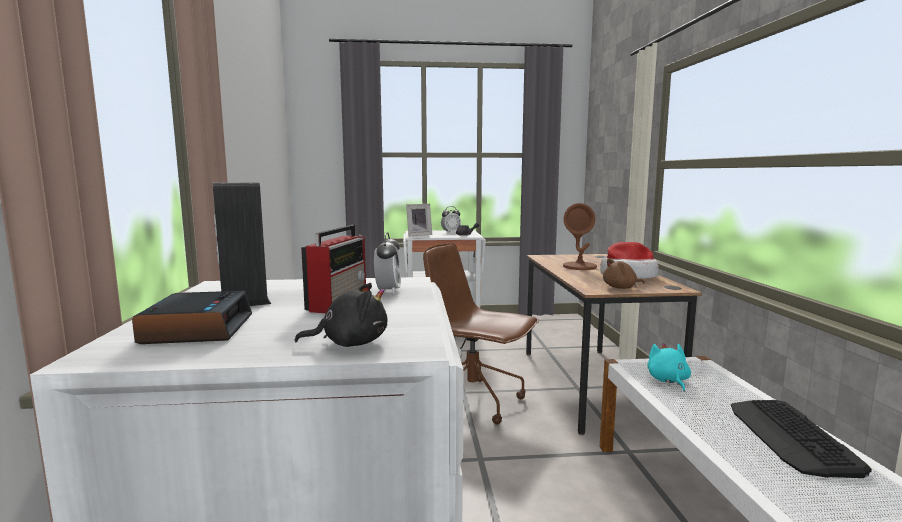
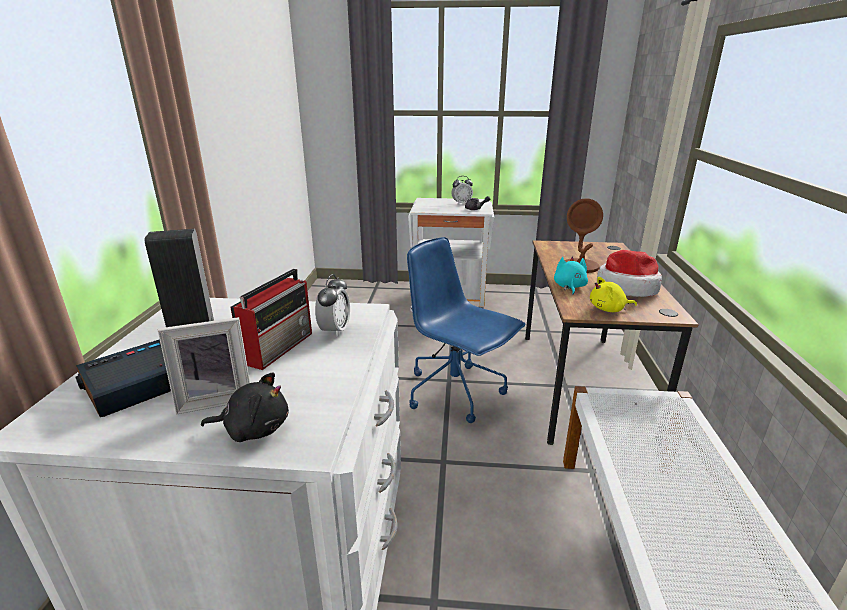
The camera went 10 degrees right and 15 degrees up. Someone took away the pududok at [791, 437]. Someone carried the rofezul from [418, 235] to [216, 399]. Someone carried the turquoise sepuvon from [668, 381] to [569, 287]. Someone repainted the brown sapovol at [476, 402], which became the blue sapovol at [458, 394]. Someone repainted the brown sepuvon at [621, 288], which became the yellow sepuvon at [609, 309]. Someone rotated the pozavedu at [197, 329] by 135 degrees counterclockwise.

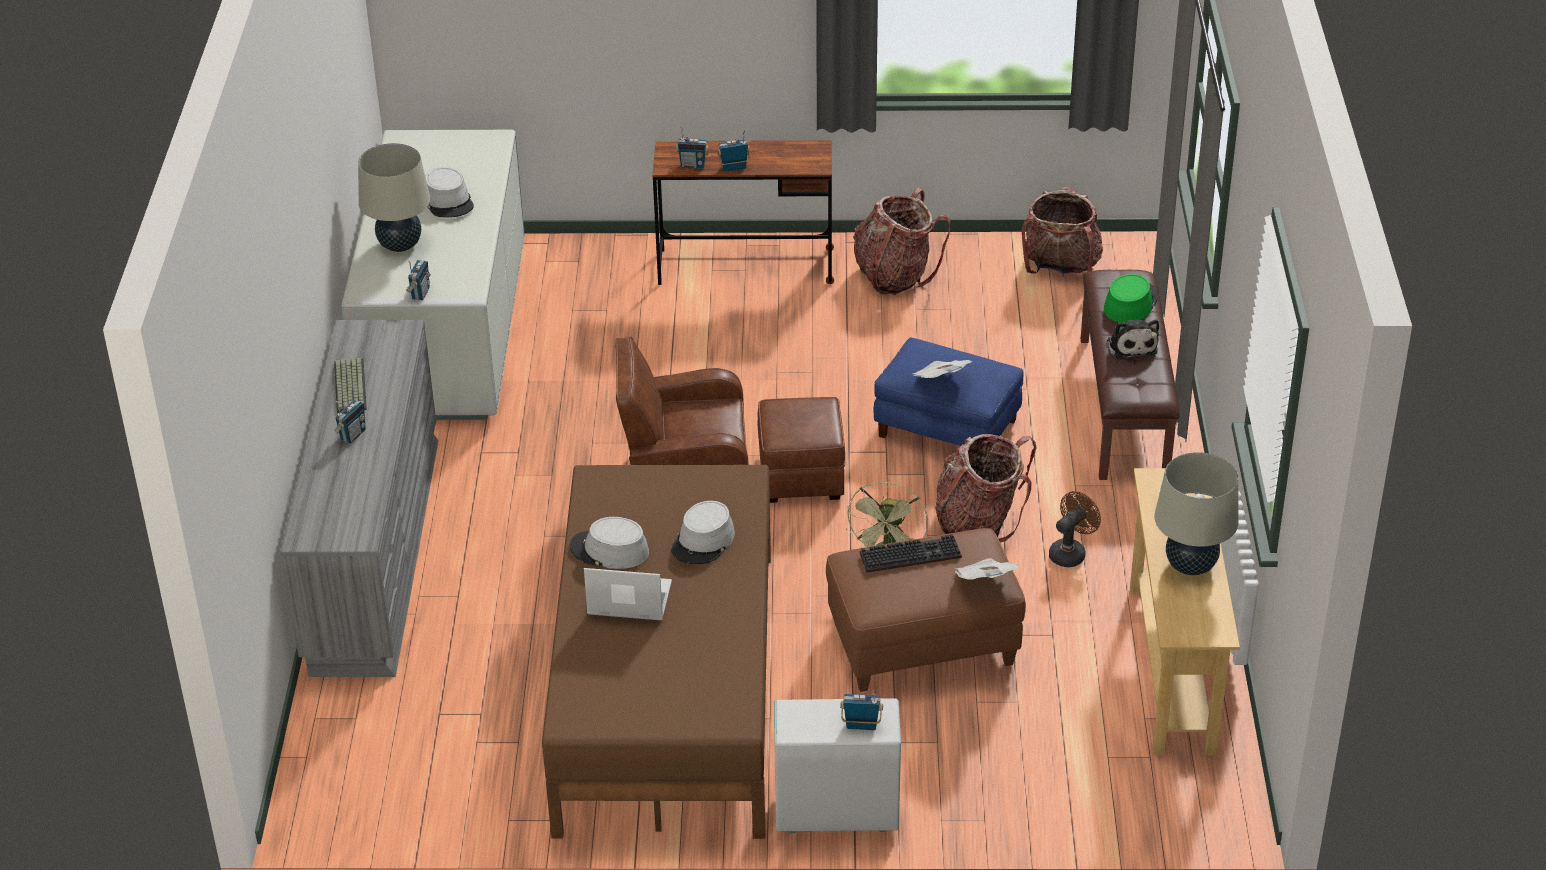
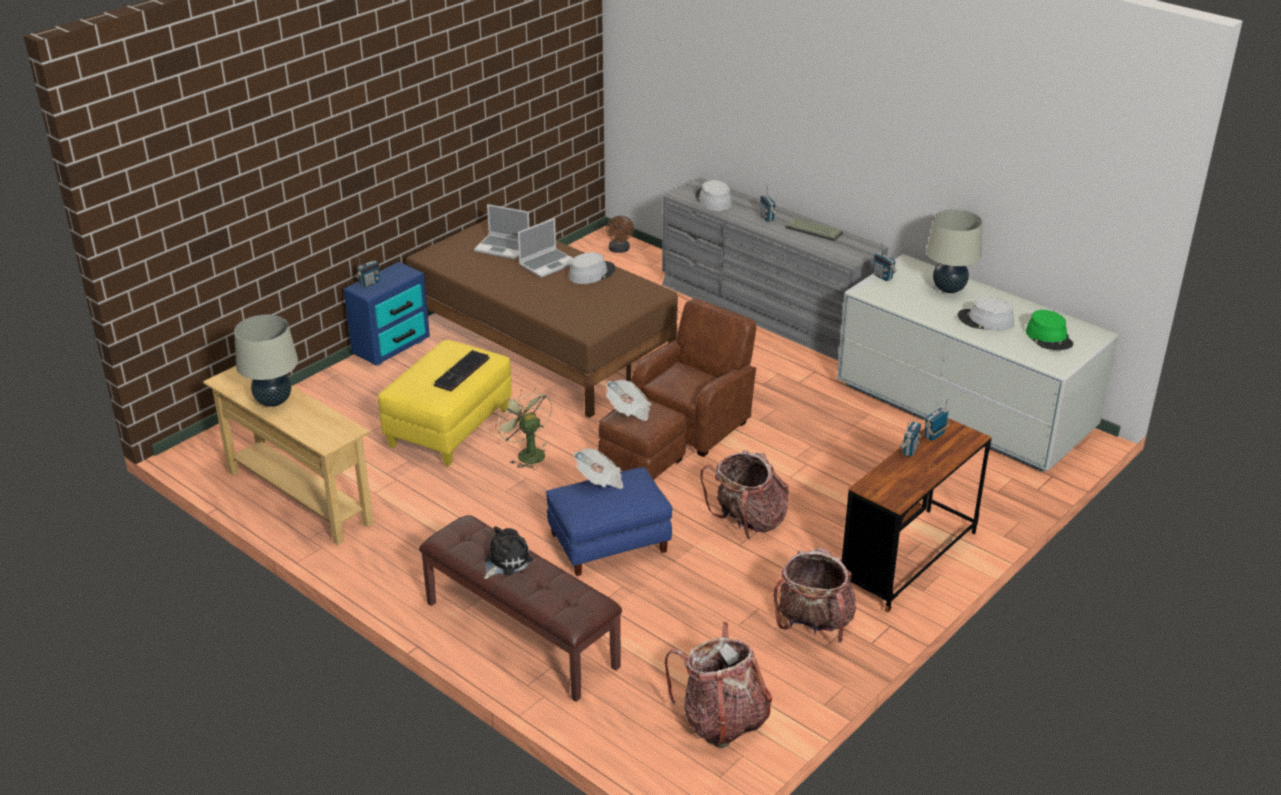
The camera went 130 degrees right and 5 degrees down. Someone put down the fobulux at [503, 248]. Someone carried the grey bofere from [703, 542] to [713, 200]. Someone carried the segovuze from [979, 522] to [748, 522]. Someone carried the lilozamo from [985, 582] to [629, 411]. Someone carried the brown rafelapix from [1070, 552] to [619, 250]. Someone carried the green bofere from [1130, 303] to [1049, 337]. Someone repainted the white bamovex at [836, 813], which became the blue bamovex at [392, 350]. Someone repainted the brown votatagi at [923, 644], which became the yellow votatagi at [449, 429]. Someone rotated the sepuvon at [1131, 345] by 105 degrees clockwise.

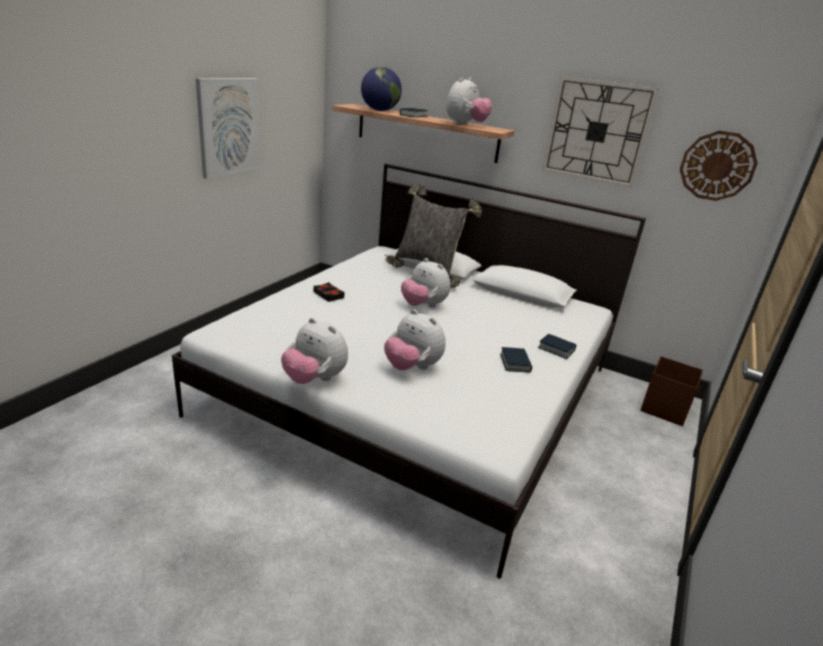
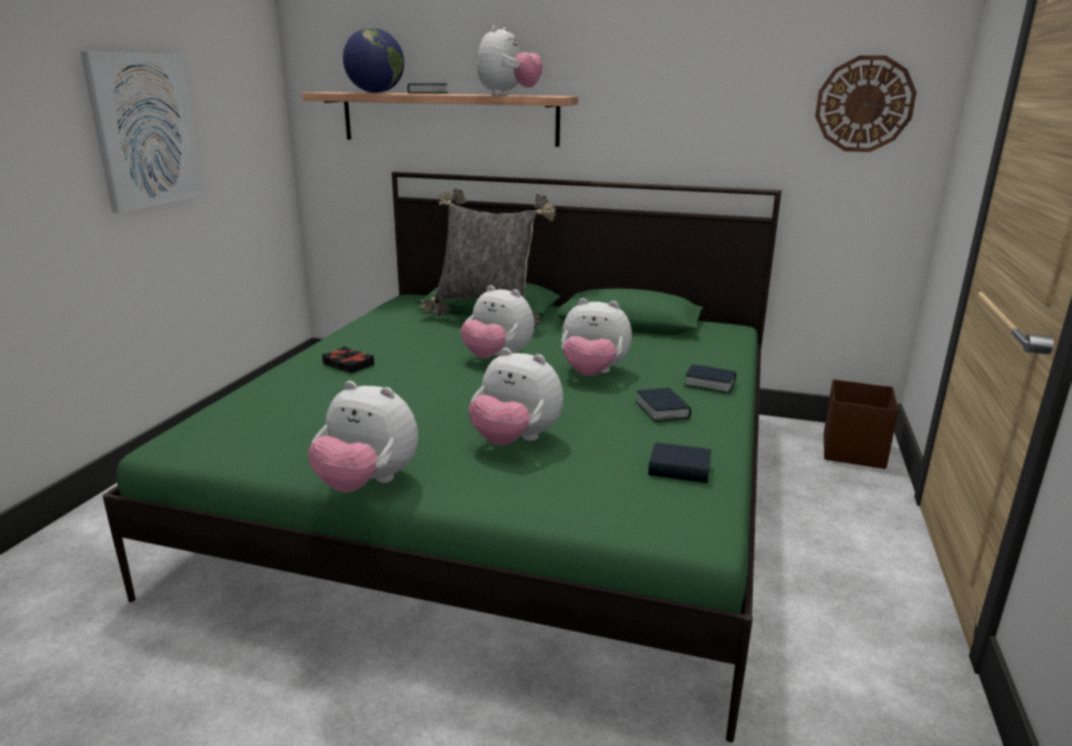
The camera went 10 degrees left and 5 degrees down. Someone took away the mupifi at [597, 131]. Someone put down the sepuvon at [593, 374]. Someone put down the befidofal at [679, 469]. Someone repainted the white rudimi at [417, 390], which became the green rudimi at [508, 489].

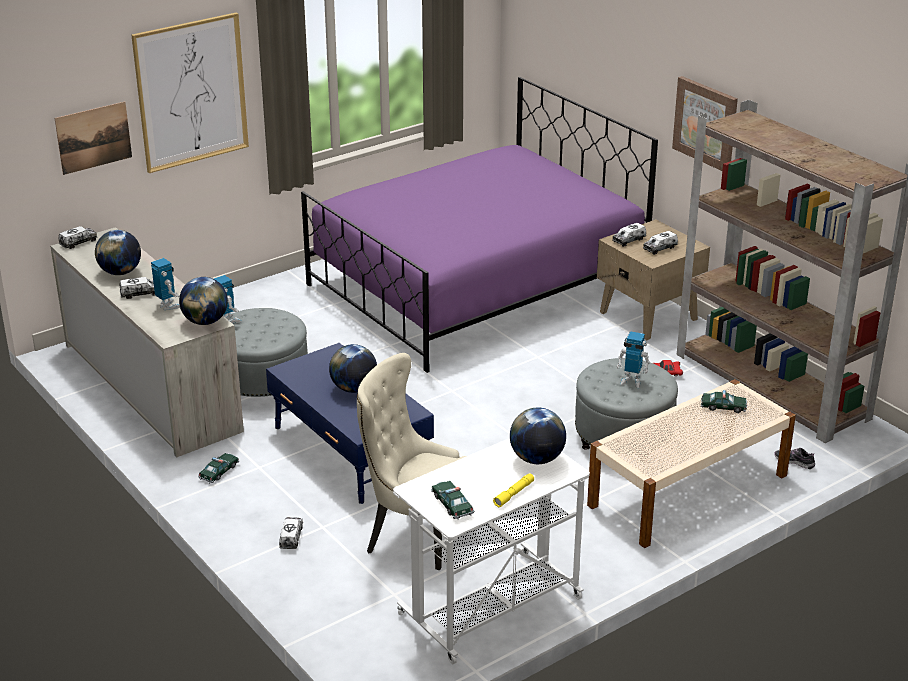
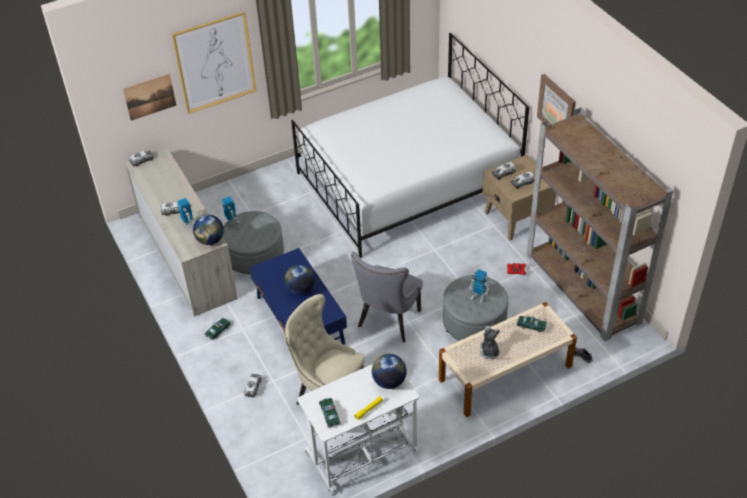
The camera went 10 degrees right and 15 degrees up. Someone took away the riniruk at [120, 272]. Someone put down the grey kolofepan at [389, 320]. Someone put down the sepuvon at [489, 351]. Someone repainted the purple rudimi at [477, 286], which became the white rudimi at [408, 182].

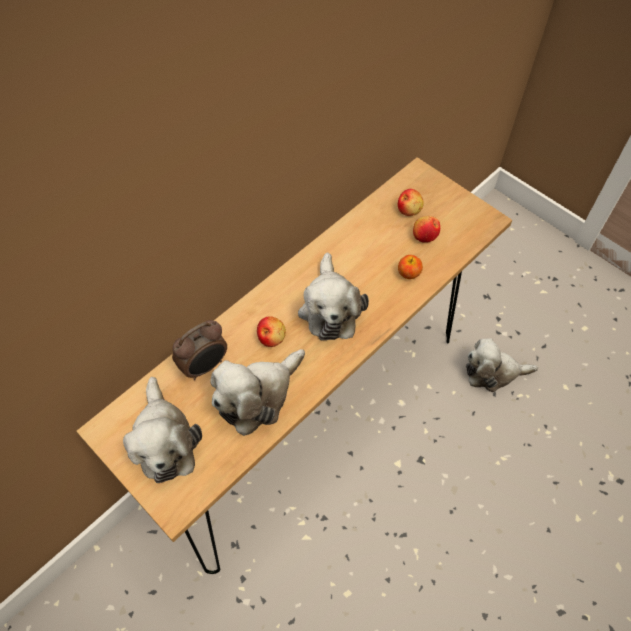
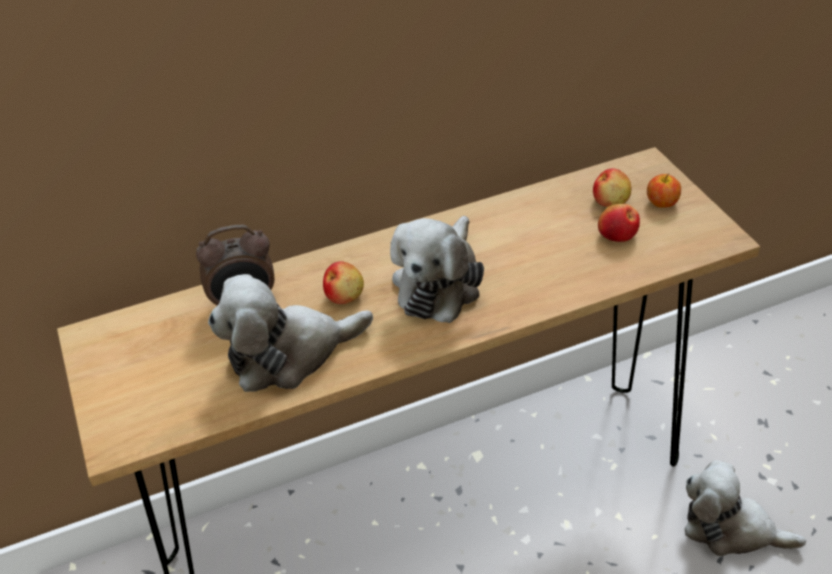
The camera went 25 degrees right and 15 degrees down. Someone took away the sepuvon at [164, 440]. Someone carried the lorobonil from [408, 273] to [661, 203].

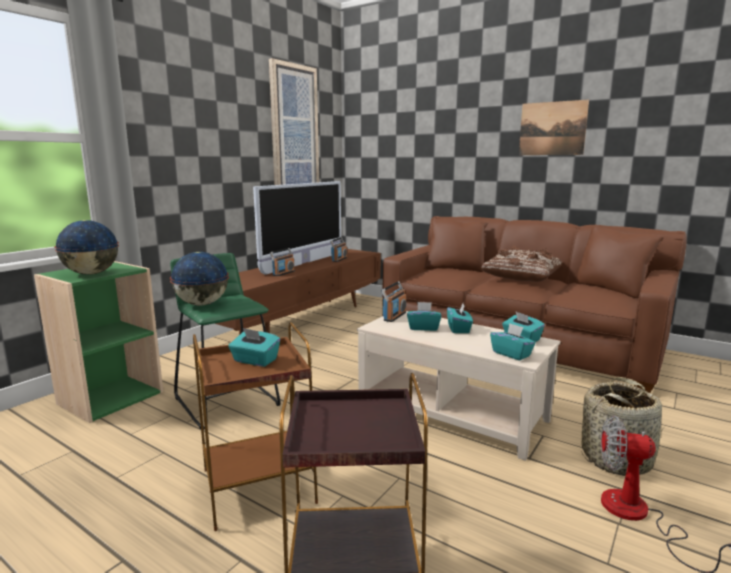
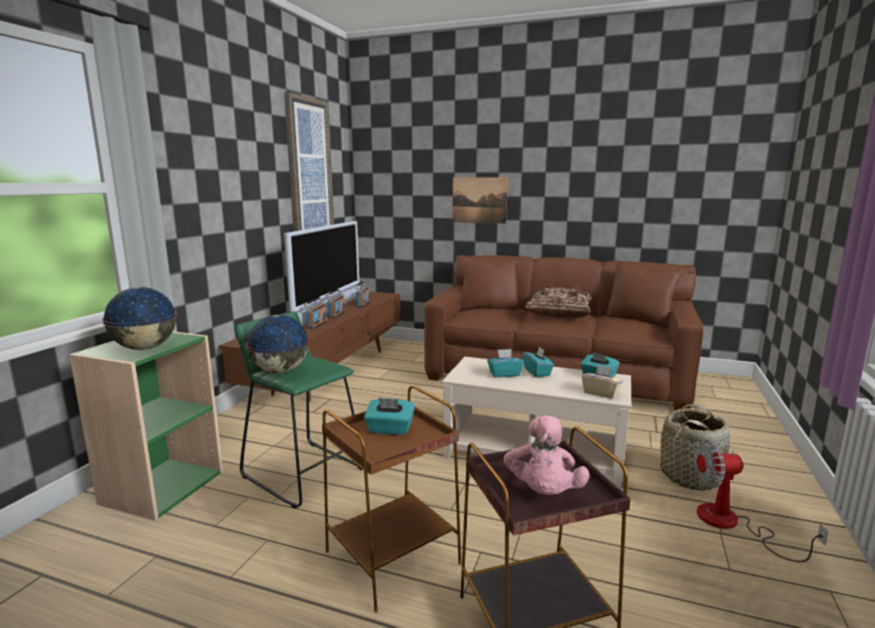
The camera went 15 degrees left and 0 degrees up. Someone put down the pink sepuvon at [543, 492]. Someone carried the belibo from [394, 316] to [337, 314]. Someone carried the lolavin from [552, 128] to [479, 200]. Someone repainted the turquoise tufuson at [511, 354], which became the beige tufuson at [601, 393].

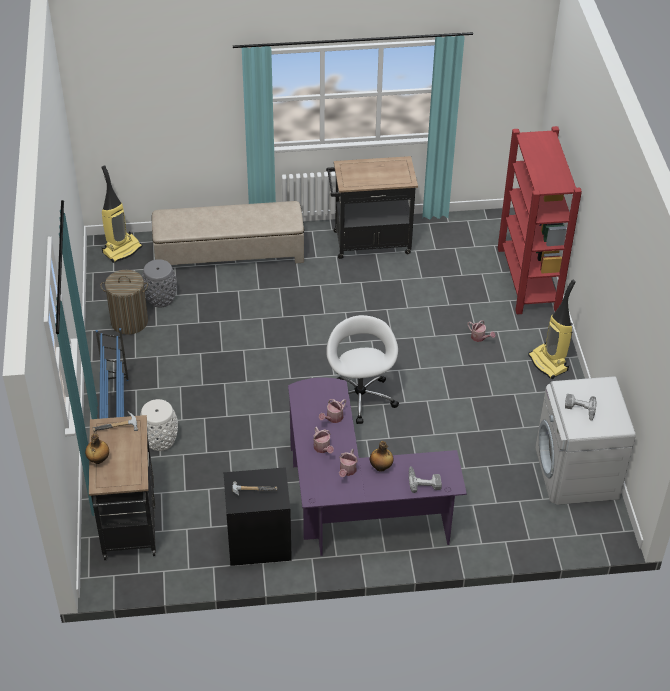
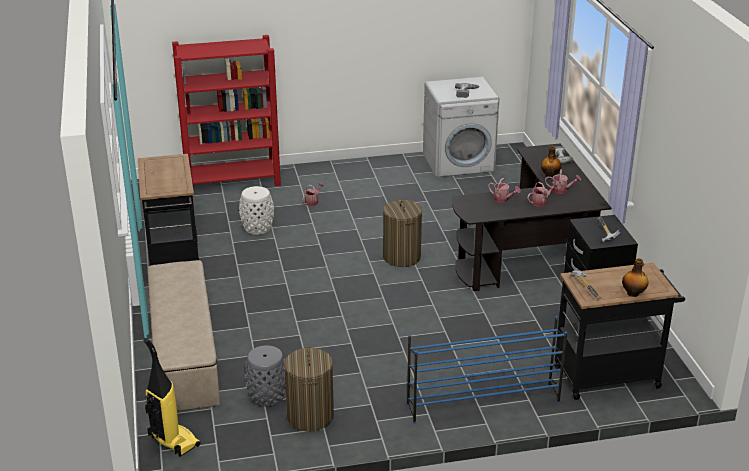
The camera went 95 degrees left and 15 degrees down. Someone took away the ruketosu at [549, 363]. Someone carried the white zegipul from [160, 440] to [257, 228]. Someone swapped the white sapovol at [360, 398] for the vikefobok at [401, 257]. Someone repainted the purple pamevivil at [353, 506], which became the black pamevivil at [532, 255].

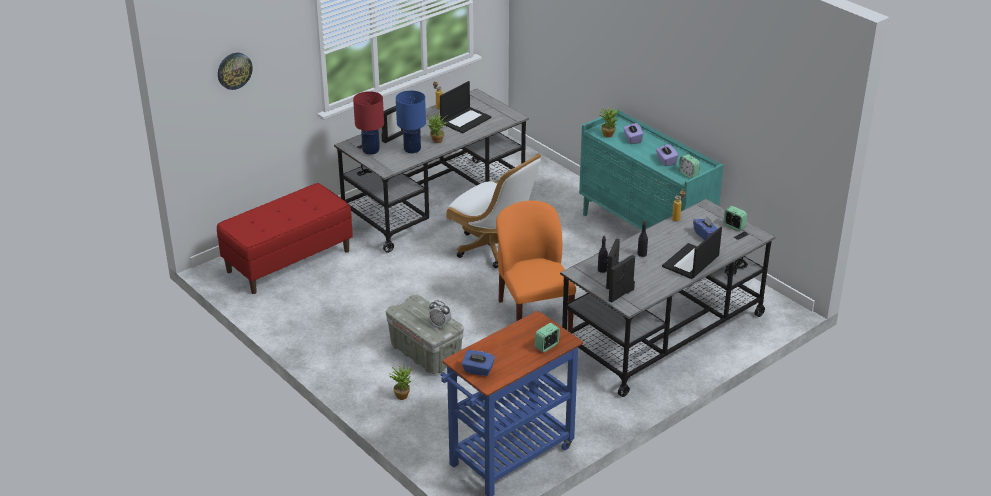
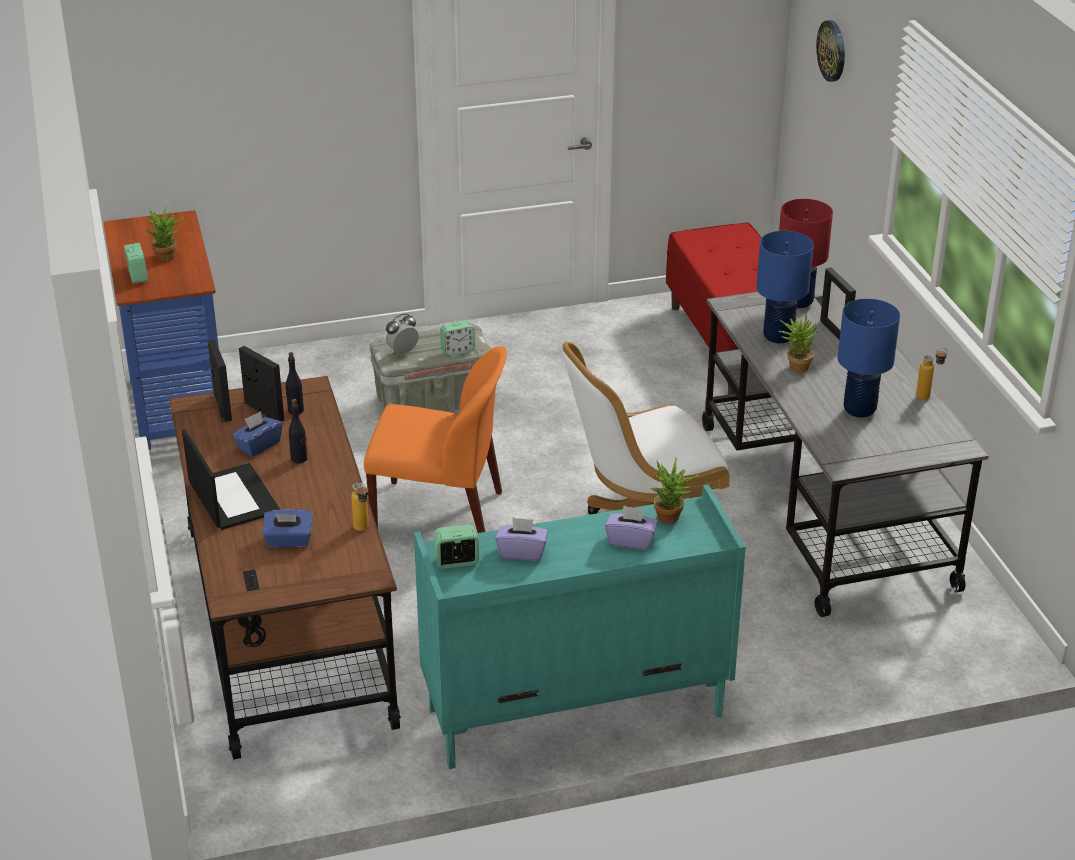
The camera went 115 degrees right and 0 degrees up. Someone carried the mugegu from [402, 394] to [168, 258]. Someone carried the blue tufuson from [478, 370] to [258, 445]. Someone carried the pozavedu from [734, 226] to [457, 350]. Someone swapped the fobulux at [465, 120] for the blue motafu at [860, 411]. Someone repainted the grey pamevivil at [663, 333], which became the brown pamevivil at [287, 624].

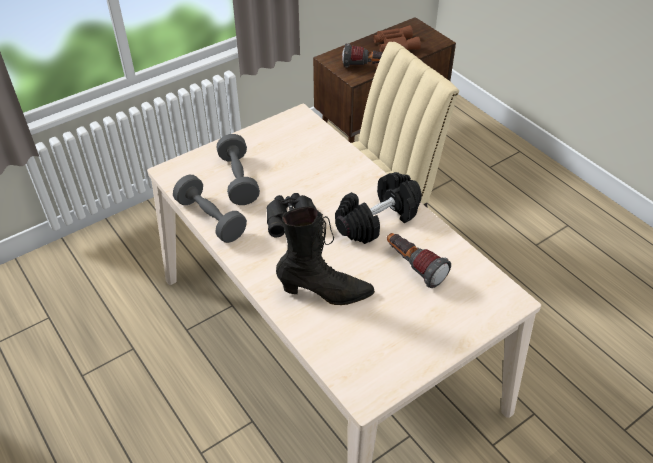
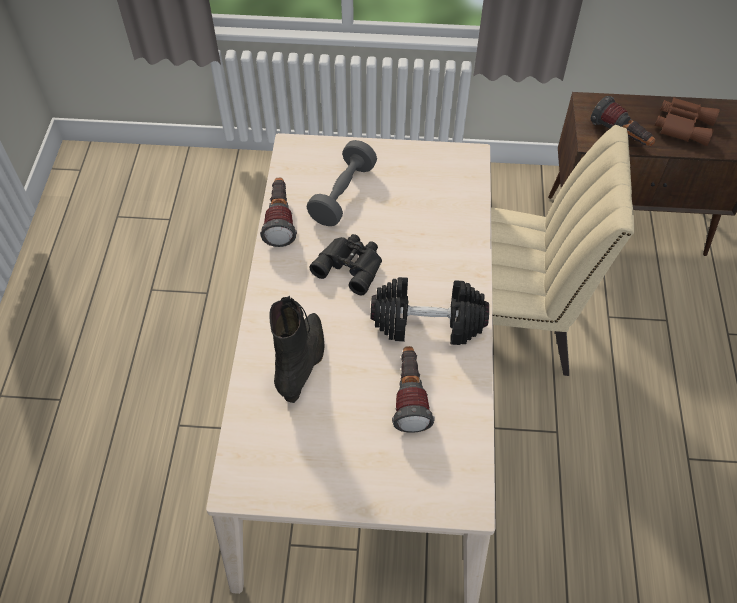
The camera went 40 degrees right and 10 degrees up. Someone swapped the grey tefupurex at [211, 219] for the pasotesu at [280, 220]. Someone rotated the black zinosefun at [325, 293] by 120 degrees counterclockwise.

